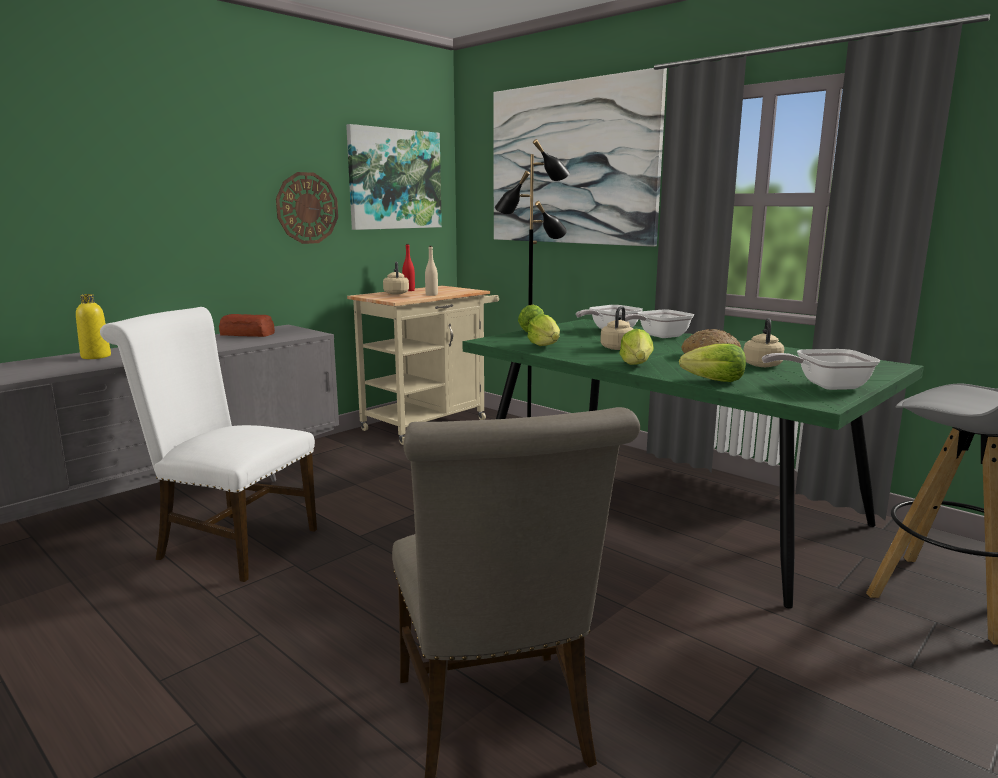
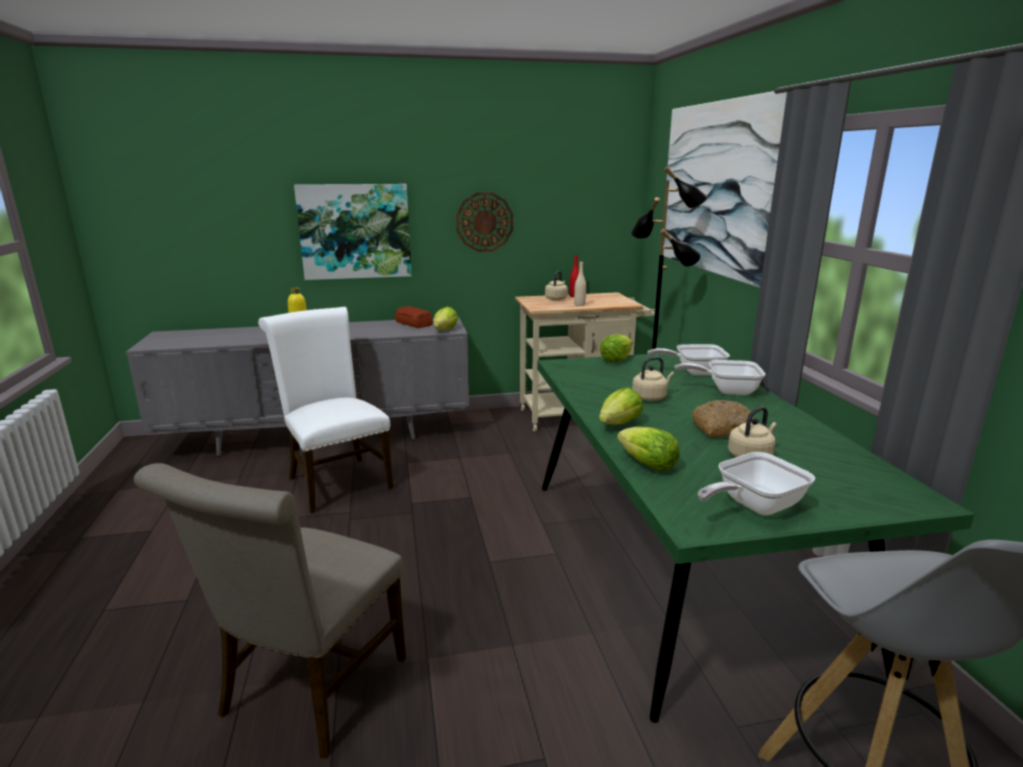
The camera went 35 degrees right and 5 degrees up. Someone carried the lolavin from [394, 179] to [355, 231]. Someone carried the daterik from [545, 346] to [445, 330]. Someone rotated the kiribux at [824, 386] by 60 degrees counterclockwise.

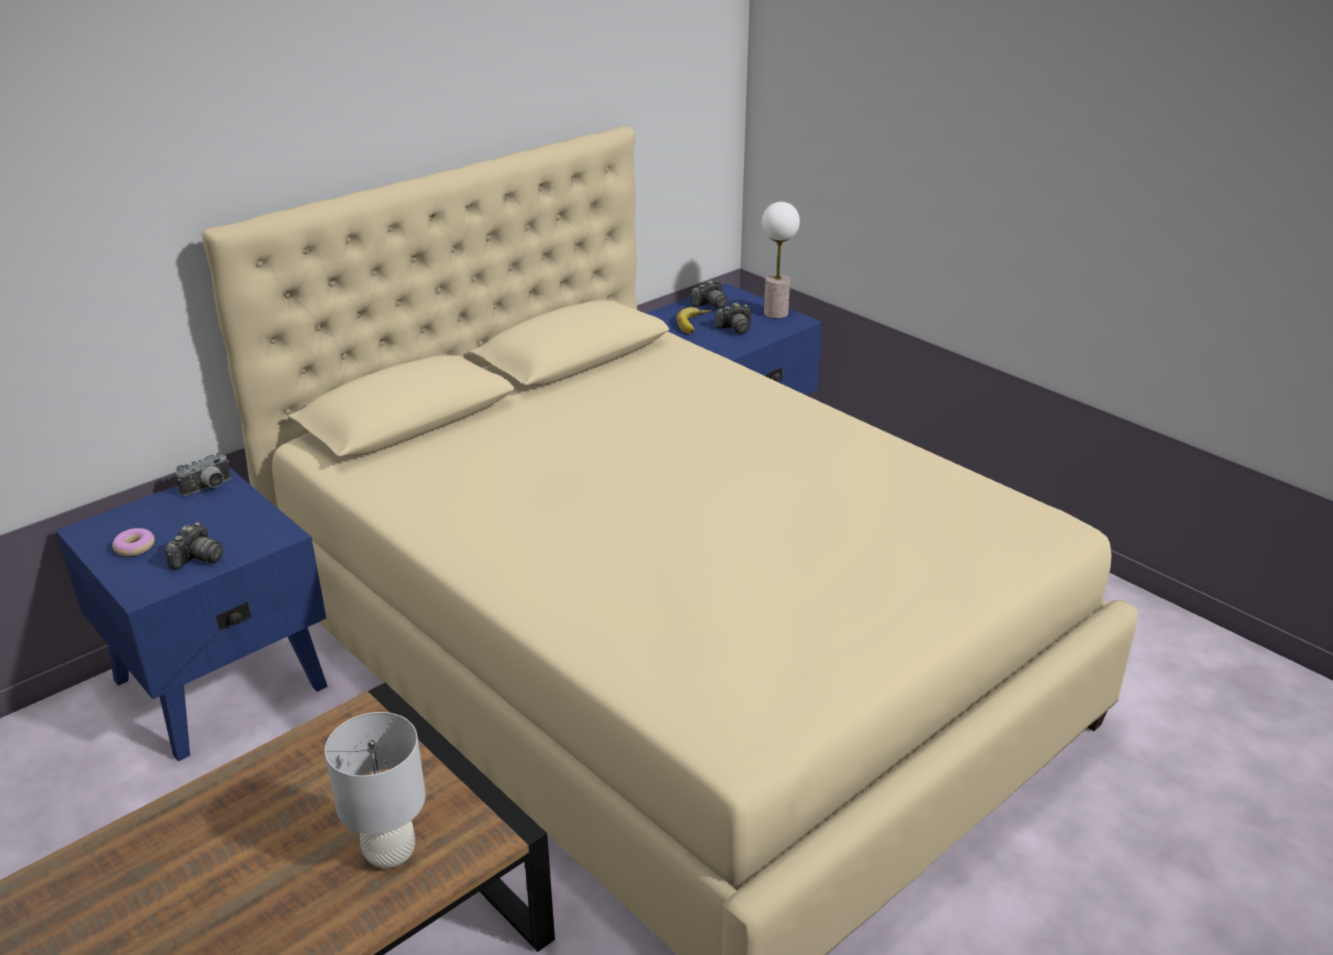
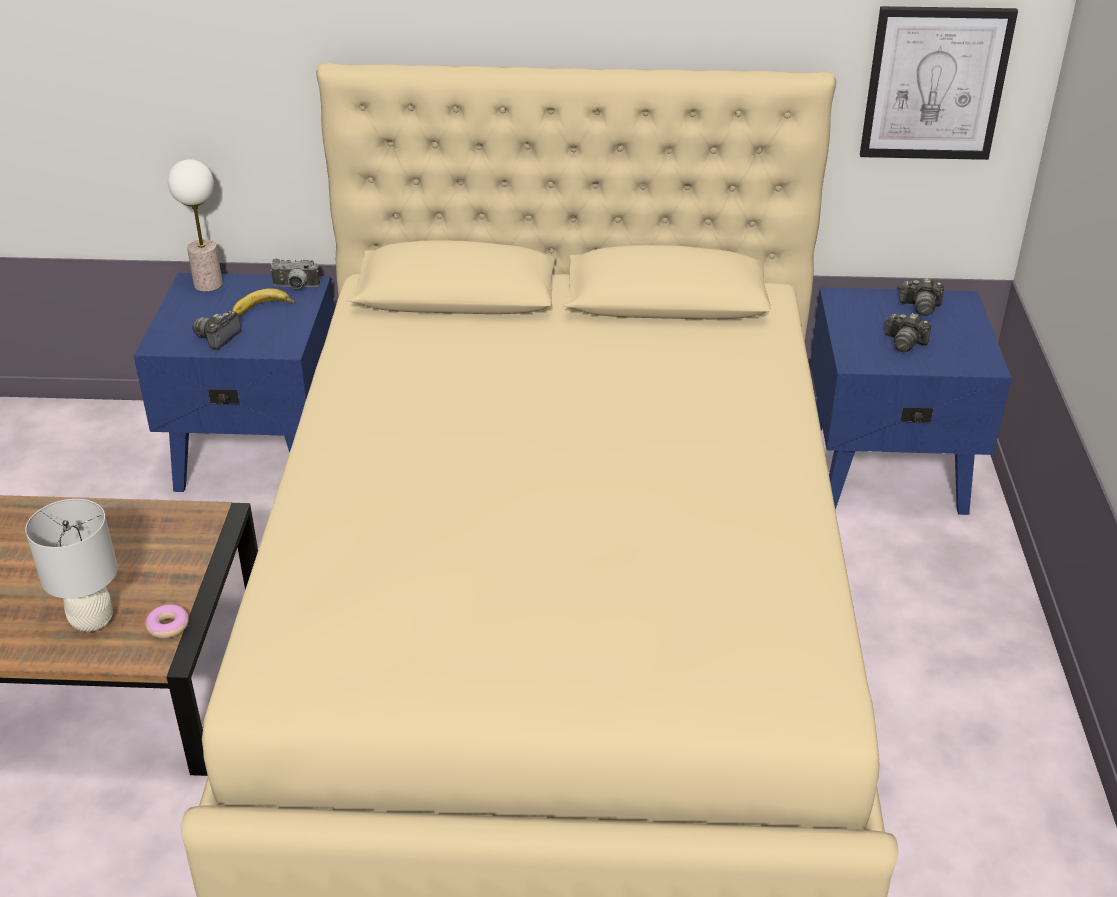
The camera went 45 degrees right and 5 degrees up. Someone put up the lolavin at [935, 84]. Someone carried the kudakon from [135, 547] to [168, 626]. Someone carried the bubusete from [695, 324] to [263, 310]. Someone carried the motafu from [776, 313] to [208, 284]. Someone rotated the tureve at [197, 558] by 135 degrees clockwise.

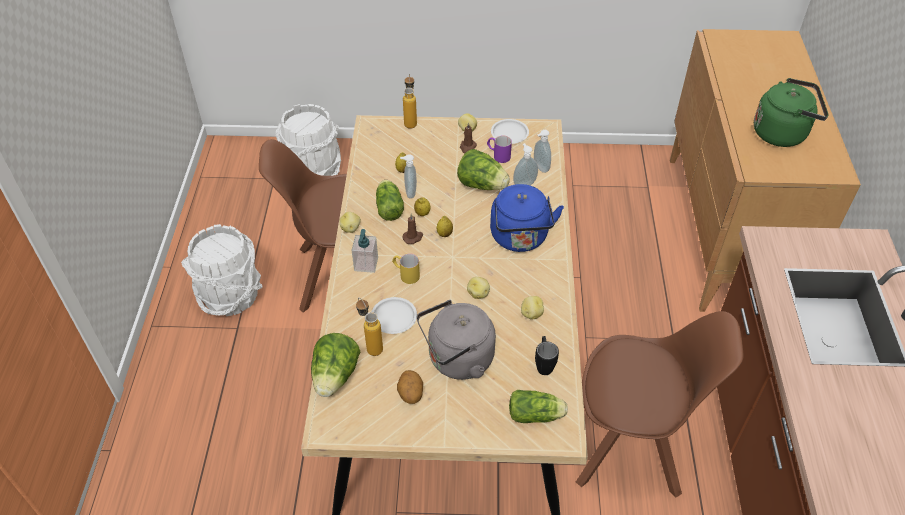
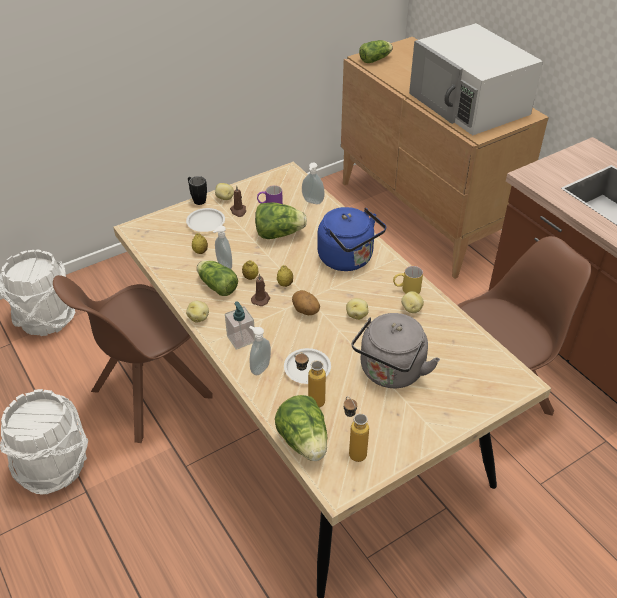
The camera went 35 degrees left and 5 degrees down. Someone carried the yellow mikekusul from [406, 274] to [406, 289]. Someone carried the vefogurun from [410, 394] to [305, 311]. Someone carried the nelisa from [410, 121] to [353, 450]. Someone carried the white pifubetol from [510, 134] to [206, 222]. Someone carried the daterik from [537, 415] to [376, 59]. Someone carried the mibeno from [524, 183] to [259, 368]. Someone carried the black mikekusul from [544, 364] to [197, 199]. Someone swapped the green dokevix at [782, 133] for the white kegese at [469, 104].

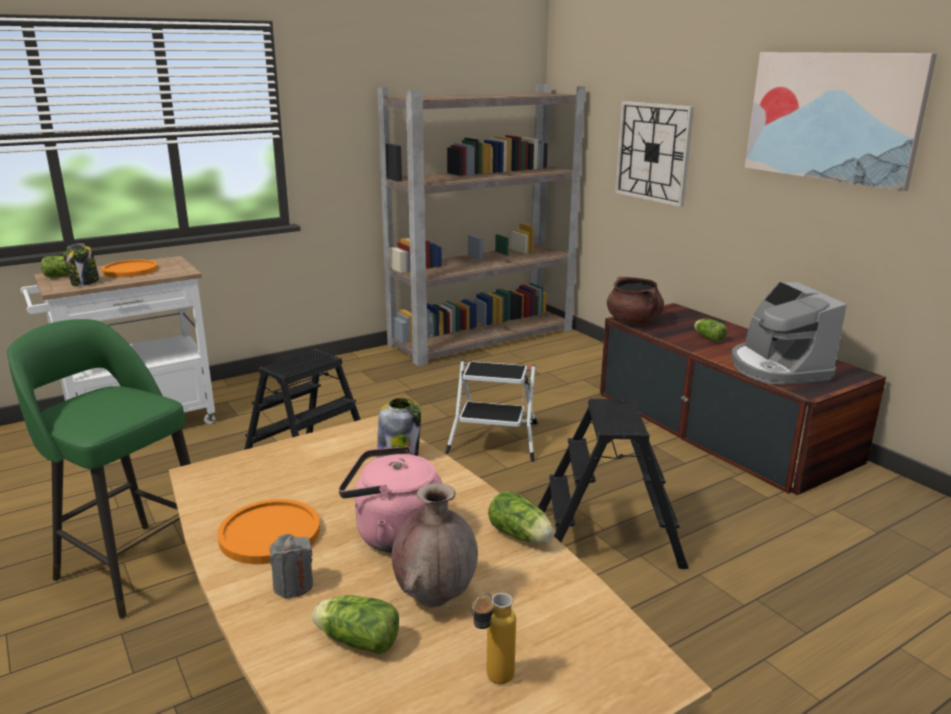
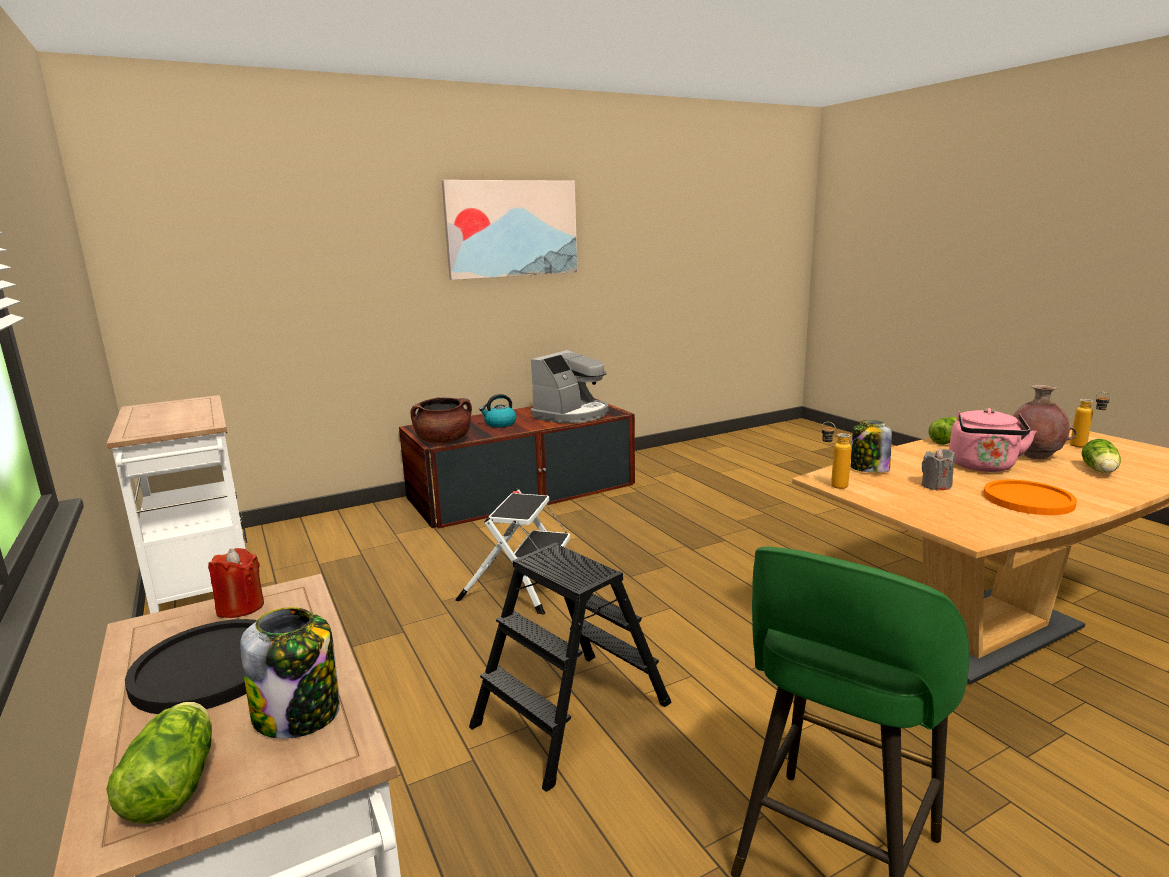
The camera went 85 degrees left and 5 degrees down. Someone took away the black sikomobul at [607, 537]. Someone took away the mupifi at [653, 152]. Someone put down the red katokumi at [240, 607]. Someone put down the nelisa at [832, 485]. Someone carried the grey katokumi from [293, 585] to [936, 486]. Someone swapped the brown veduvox at [482, 338] for the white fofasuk at [204, 586]. Someone swapped the daterik at [708, 338] for the dokevix at [500, 424]. Someone repainted the orange pifubetol at [130, 270], which became the black pifubetol at [210, 667]. Someone rotated the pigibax at [777, 368] by 45 degrees counterclockwise.

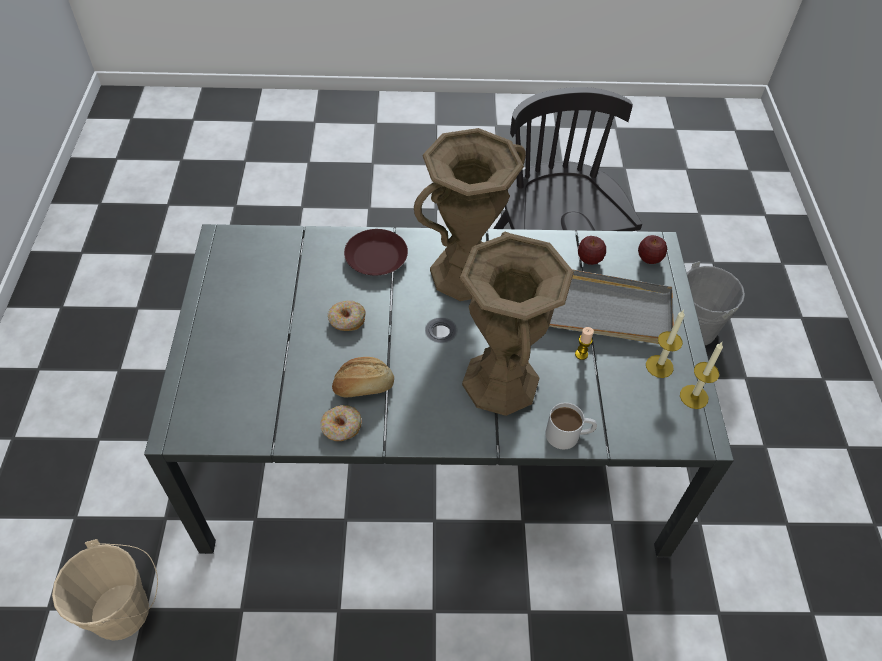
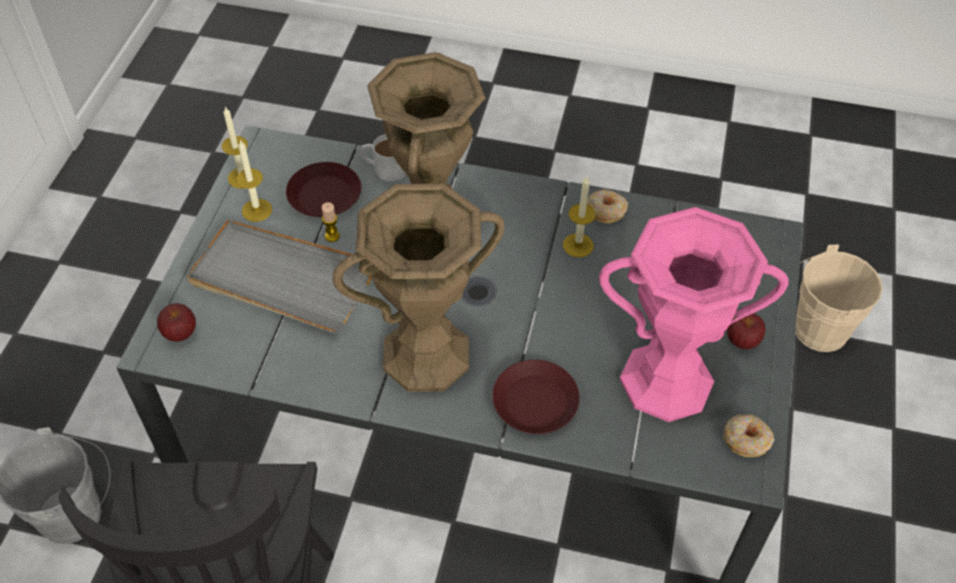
The camera went 165 degrees left and 0 degrees up. Someone put down the brown pifubetol at [325, 196]. Someone put down the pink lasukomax at [666, 381]. Someone carried the kudakon from [347, 320] to [746, 440]. Someone carried the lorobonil from [589, 259] to [741, 341]. Someone swapped the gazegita at [363, 386] for the katokumi at [578, 245].

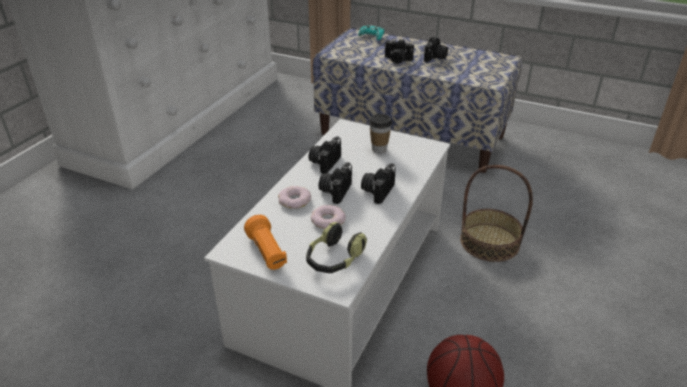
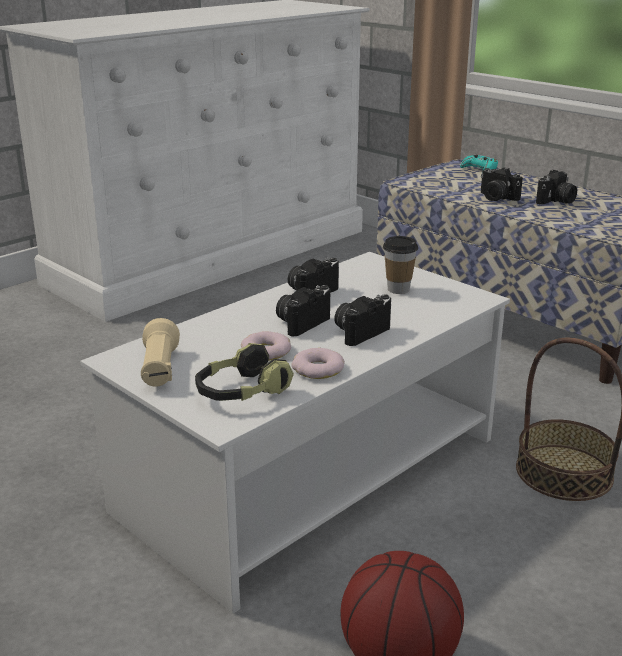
The camera went 20 degrees right and 10 degrees down. Someone carried the kudakon from [294, 200] to [318, 369]. Someone repainted the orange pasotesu at [267, 253], which became the beige pasotesu at [159, 370].

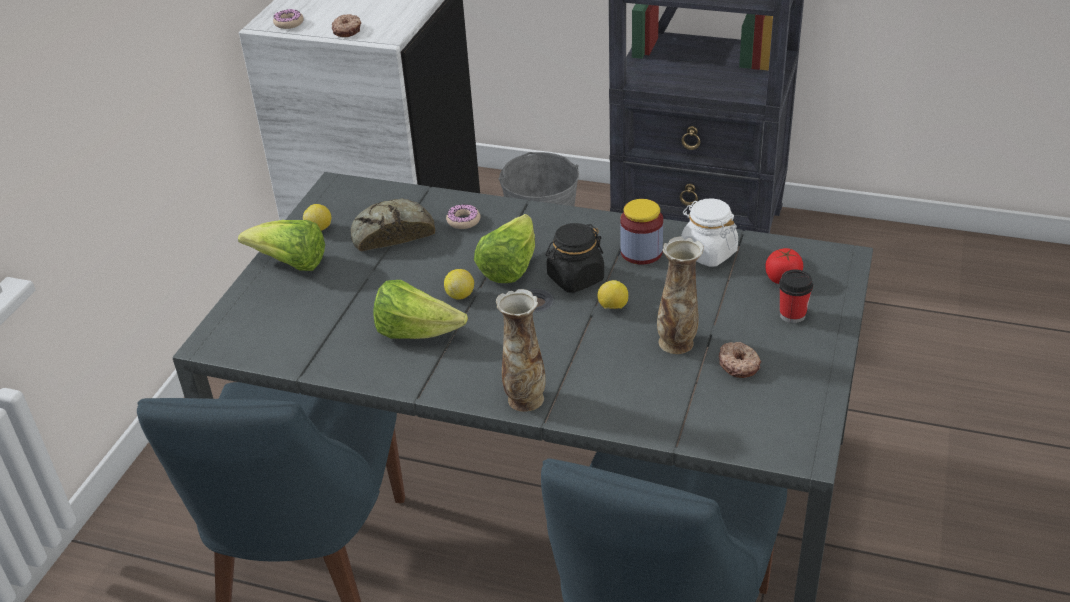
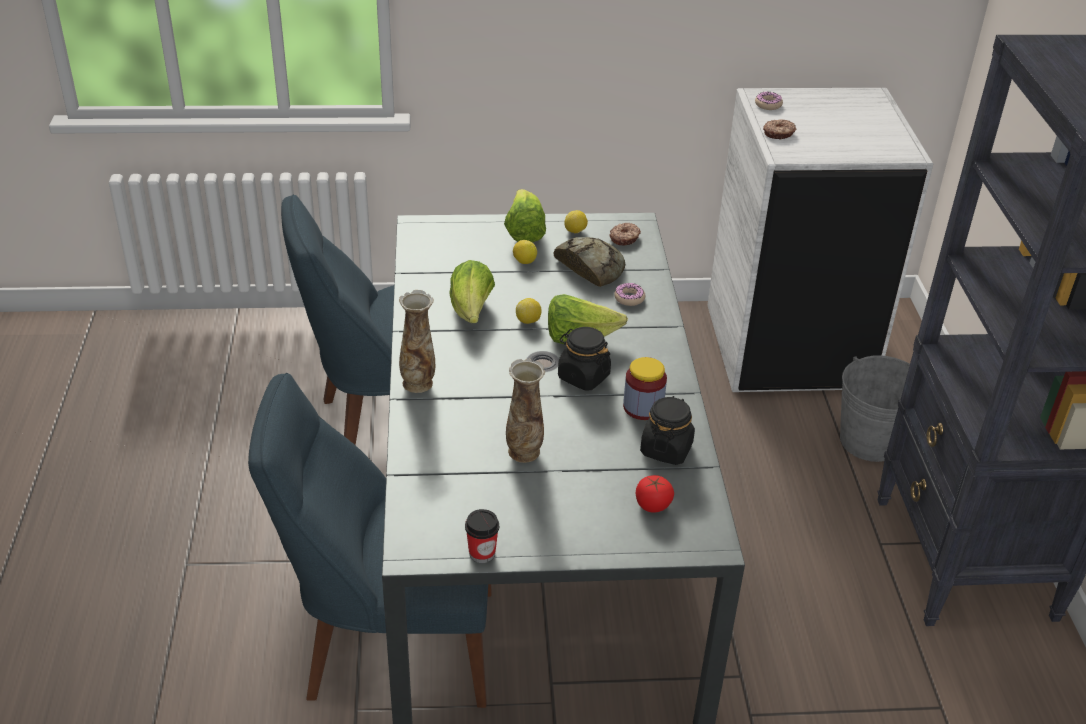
The camera went 65 degrees right and 0 degrees up. Someone carried the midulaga from [613, 307] to [524, 261]. Someone carried the kudakon from [739, 365] to [625, 238]. Someone carried the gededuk from [792, 315] to [482, 553]. Someone repainted the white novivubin at [708, 253], which became the black novivubin at [666, 449].

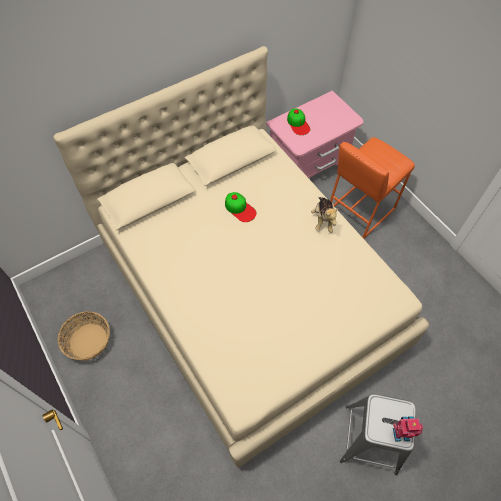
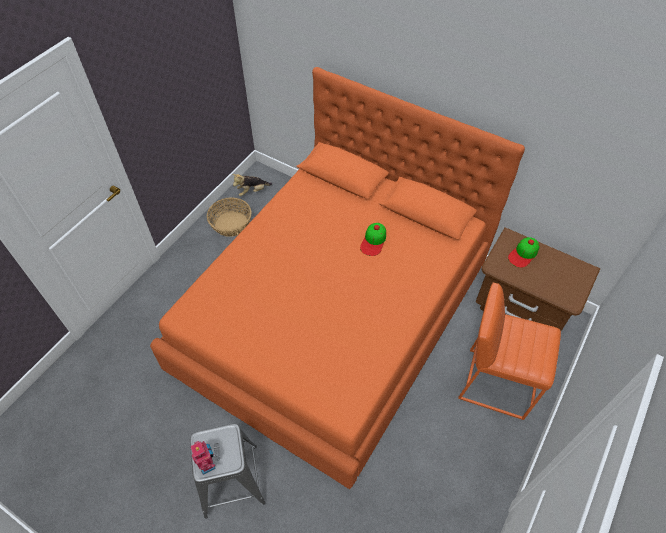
The camera went 65 degrees right and 5 degrees down. Someone carried the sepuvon from [323, 220] to [252, 191]. Someone repainted the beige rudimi at [250, 293], which became the orange rudimi at [333, 317]. Someone repainted the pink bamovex at [309, 165], which became the brown bamovex at [519, 311].

